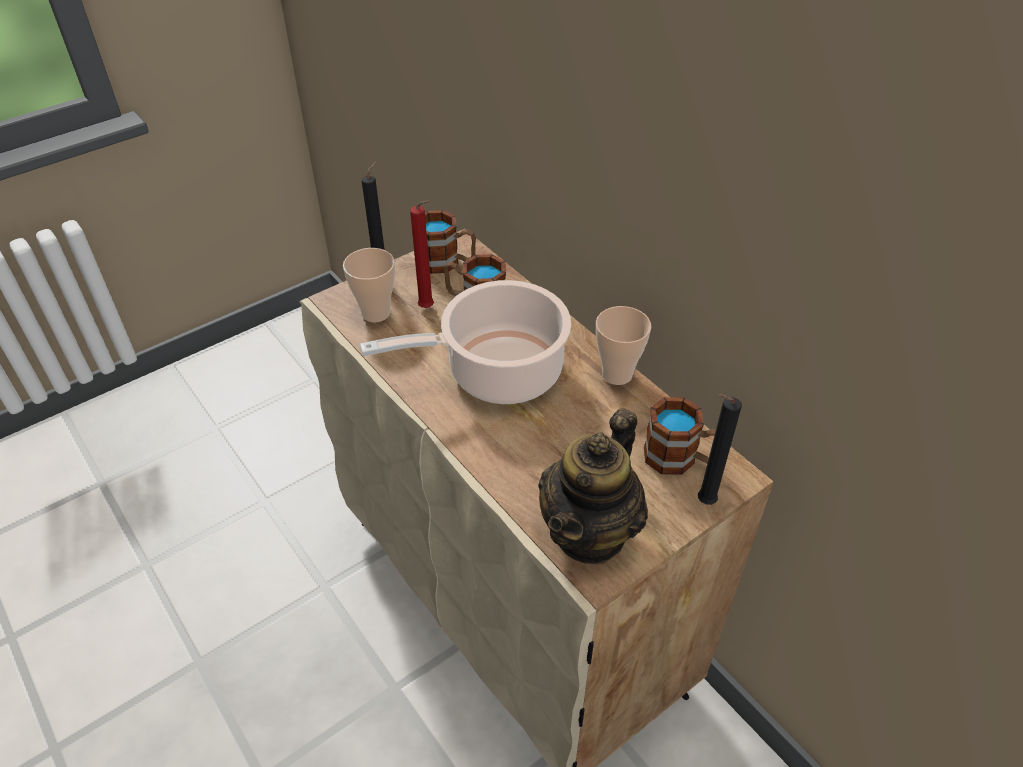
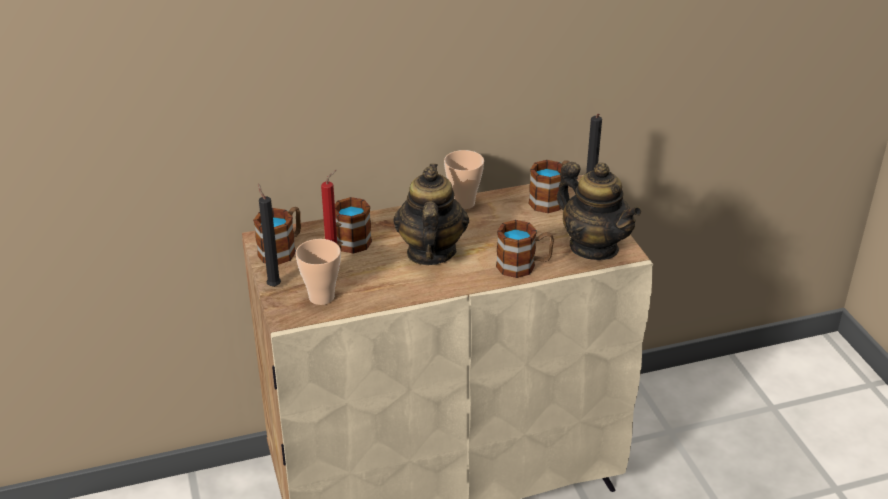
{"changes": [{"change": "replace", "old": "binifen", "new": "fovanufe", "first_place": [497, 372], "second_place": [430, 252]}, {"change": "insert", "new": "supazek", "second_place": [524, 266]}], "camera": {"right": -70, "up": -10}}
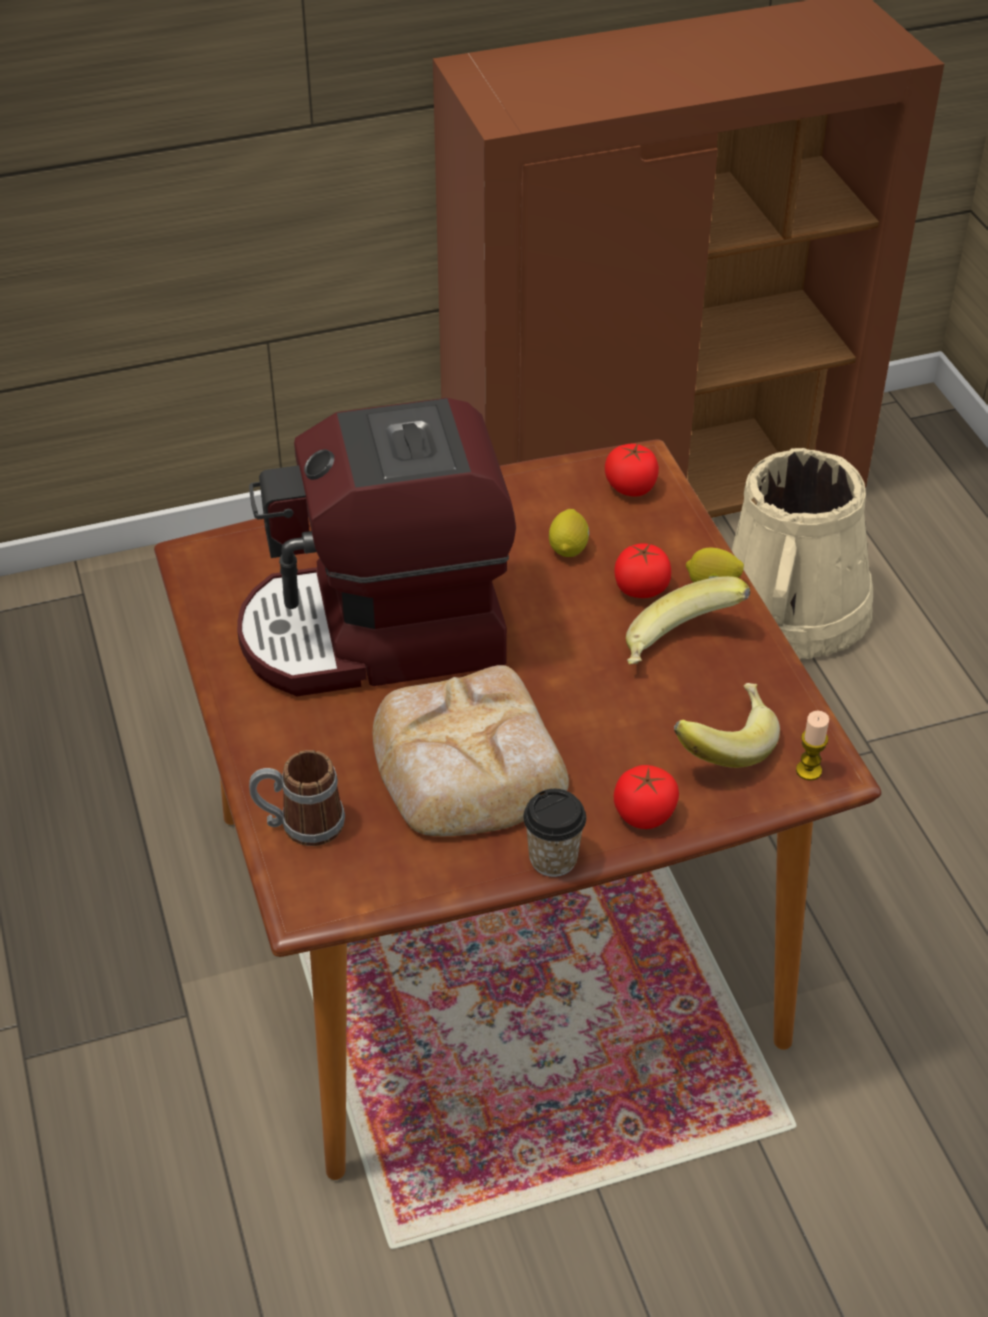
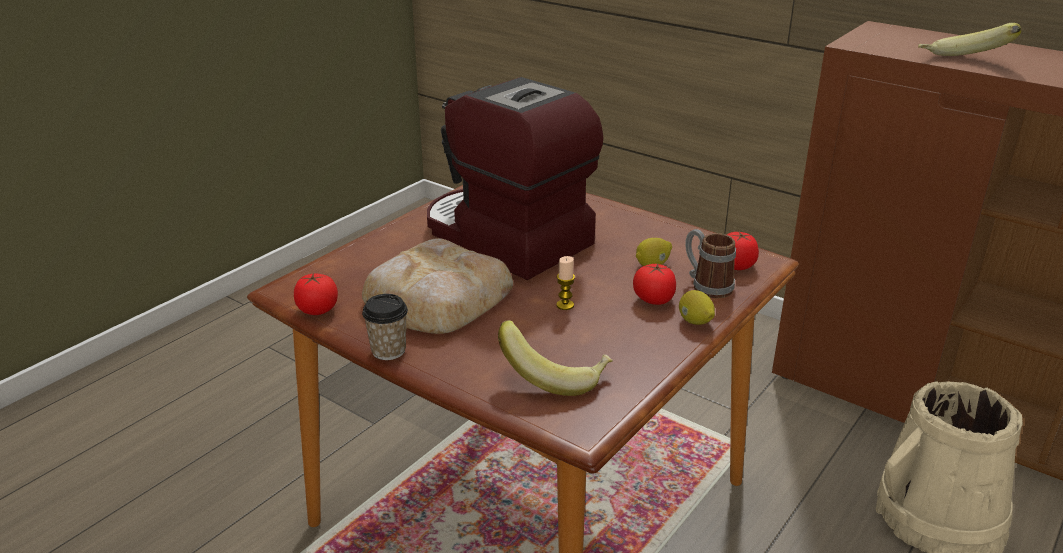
{"changes": [{"change": "move", "old": "supazek", "first_place": [300, 824], "second_place": [706, 285]}, {"change": "move", "old": "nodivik", "first_place": [644, 814], "second_place": [318, 309]}, {"change": "move", "old": "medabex", "first_place": [680, 648], "second_place": [962, 62]}, {"change": "move", "old": "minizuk", "first_place": [808, 770], "second_place": [565, 305]}], "camera": {"right": 55, "up": -15}}
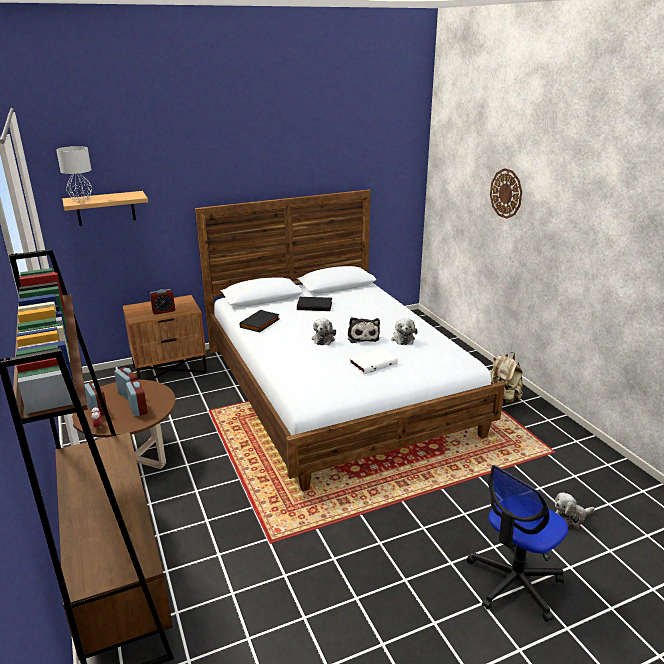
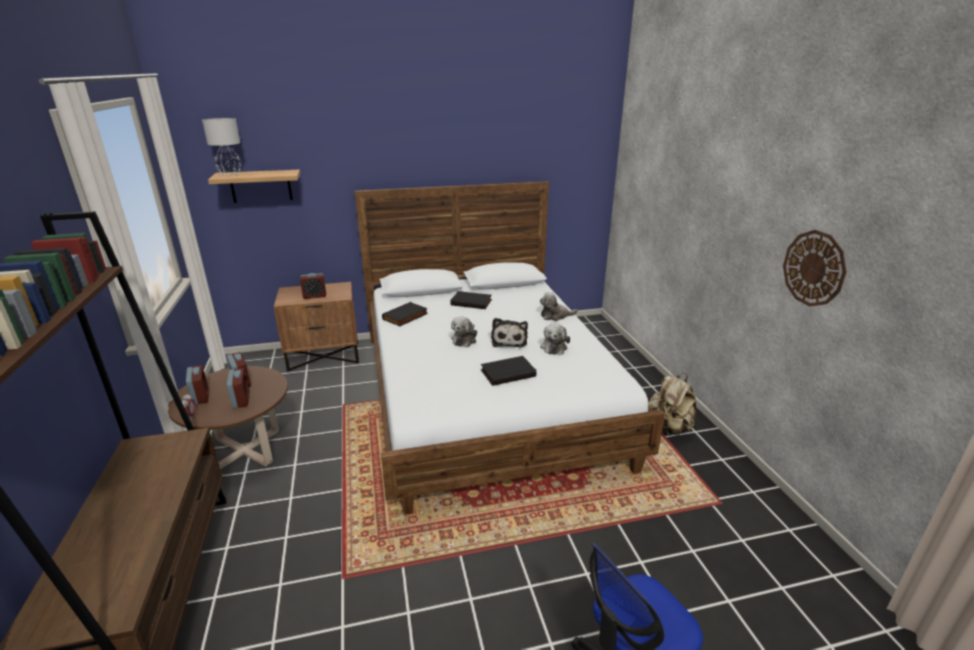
{"changes": [{"change": "recolor", "old": "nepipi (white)", "new": "nepipi (black)", "first_place": [372, 363], "second_place": [508, 372]}, {"change": "move", "old": "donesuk", "first_place": [506, 193], "second_place": [814, 268]}, {"change": "move", "old": "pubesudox", "first_place": [570, 518], "second_place": [555, 316]}], "camera": {"right": 10, "up": 0}}
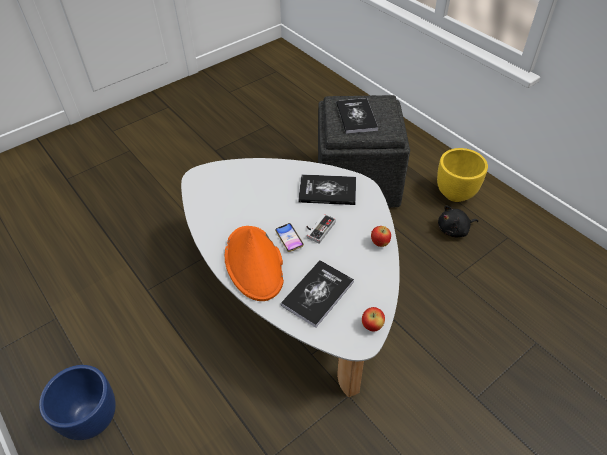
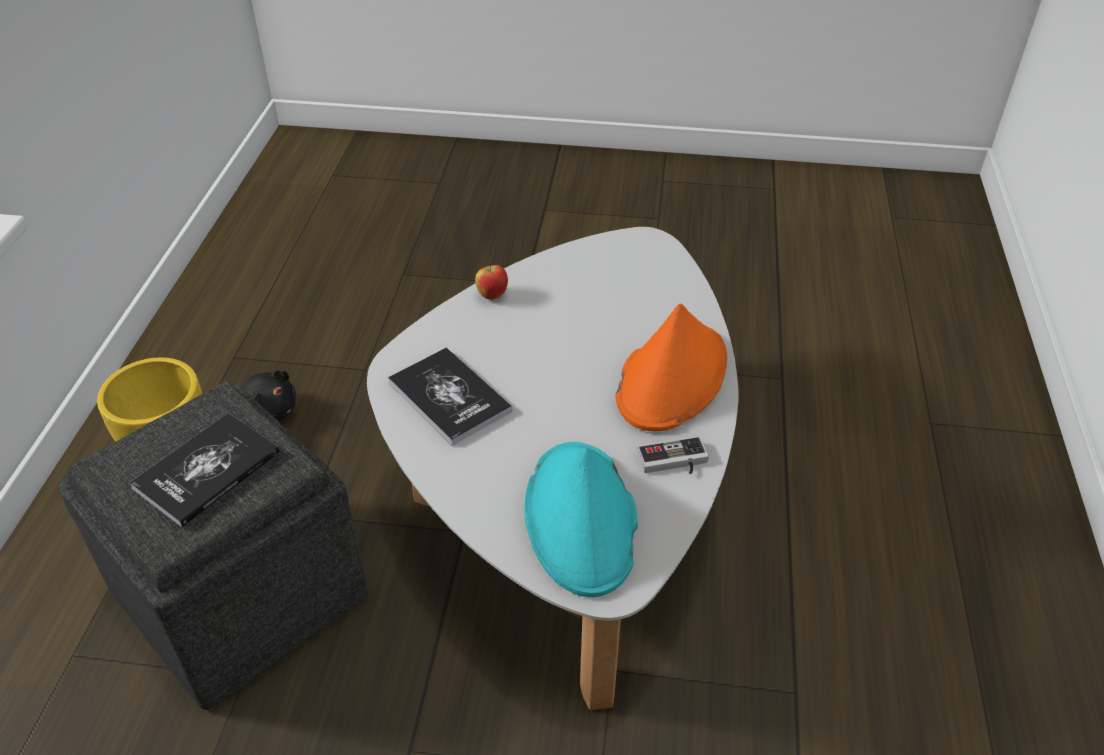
{"changes": [{"change": "delete", "old": "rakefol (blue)", "first_place": [91, 419]}, {"change": "delete", "old": "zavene", "first_place": [289, 239]}, {"change": "delete", "old": "nepipi", "first_place": [317, 293]}, {"change": "move", "old": "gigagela", "first_place": [318, 229], "second_place": [673, 463]}, {"change": "delete", "old": "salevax", "first_place": [372, 326]}, {"change": "insert", "new": "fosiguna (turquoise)", "second_place": [581, 519]}], "camera": {"right": -135, "up": -5}}
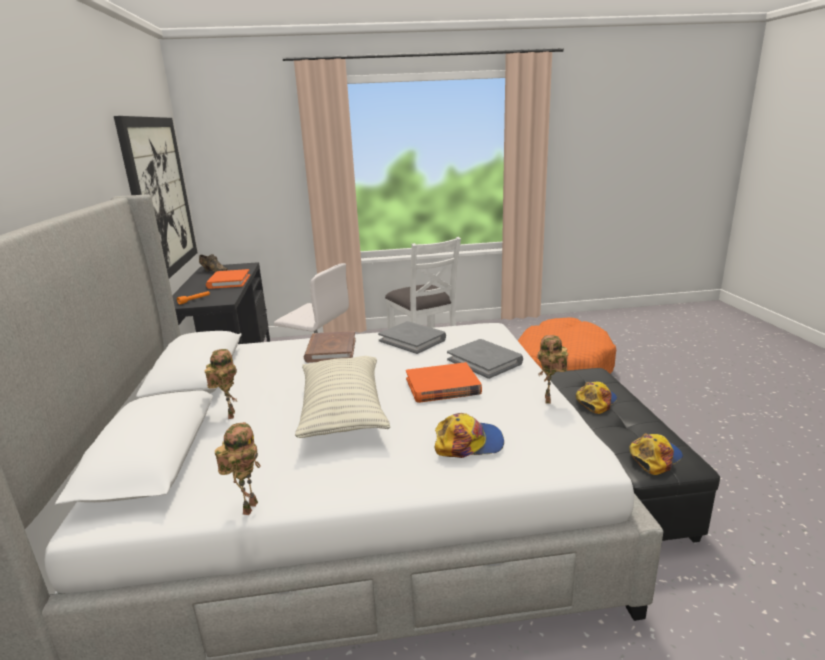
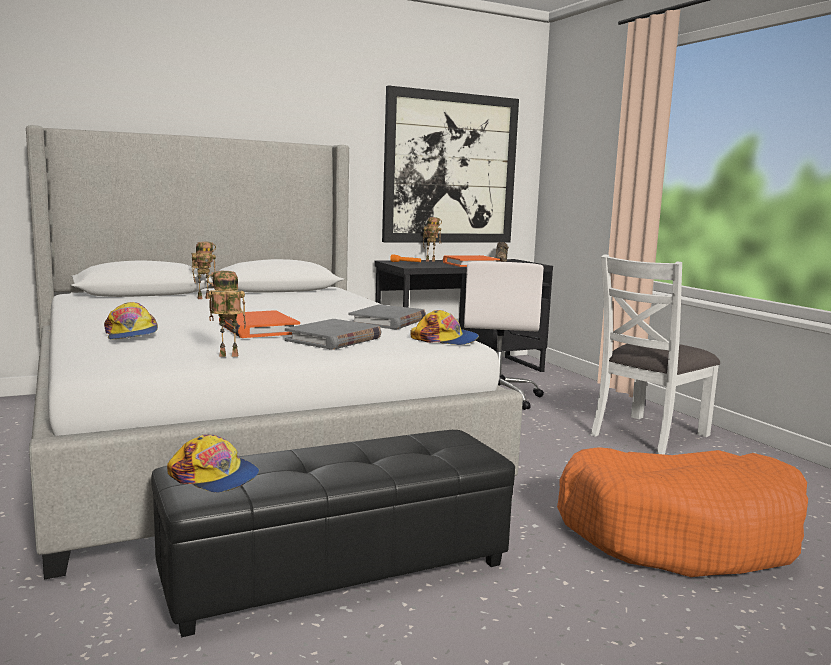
{"changes": [{"change": "move", "old": "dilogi", "first_place": [249, 507], "second_place": [431, 261]}, {"change": "delete", "old": "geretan", "first_place": [343, 412]}, {"change": "delete", "old": "nepipi (brown)", "first_place": [331, 350]}, {"change": "move", "old": "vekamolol", "first_place": [595, 401], "second_place": [445, 339]}], "camera": {"right": 70, "up": -10}}
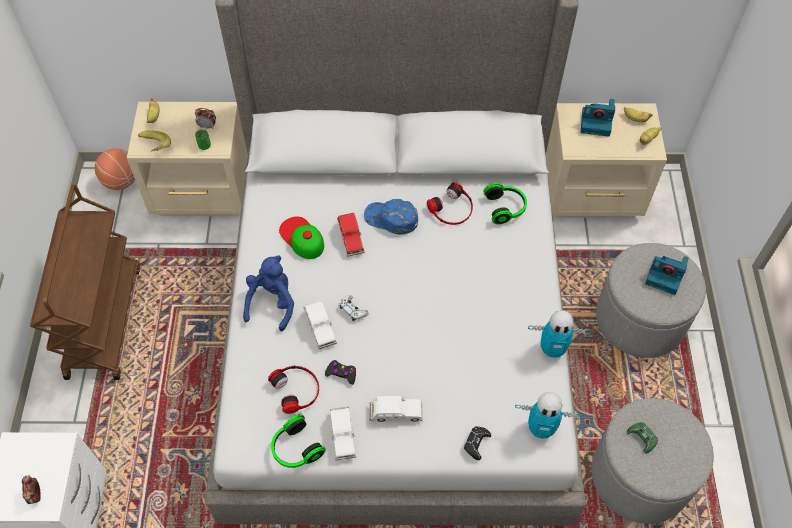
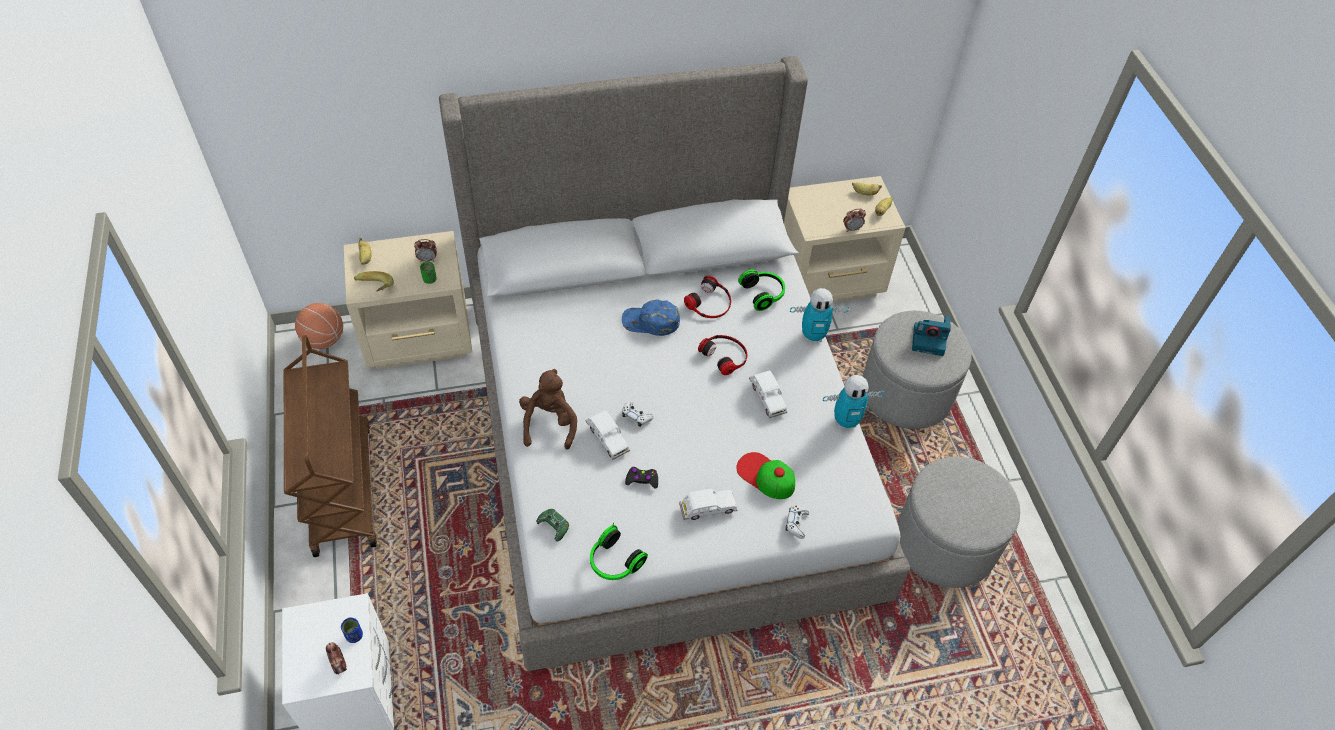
{"changes": [{"change": "recolor", "old": "pubesudox (blue)", "new": "pubesudox (brown)", "first_place": [272, 302], "second_place": [549, 423]}, {"change": "move", "old": "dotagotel", "first_place": [296, 389], "second_place": [725, 355]}, {"change": "move", "old": "vekamolol", "first_place": [302, 238], "second_place": [765, 476]}, {"change": "move", "old": "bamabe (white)", "first_place": [342, 435], "second_place": [767, 398]}, {"change": "delete", "old": "bamabe (red)", "first_place": [350, 237]}, {"change": "recolor", "old": "gigagela (black)", "new": "gigagela (white)", "first_place": [476, 444], "second_place": [796, 523]}, {"change": "move", "old": "dilogi", "first_place": [541, 429], "second_place": [813, 336]}, {"change": "delete", "old": "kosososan", "first_place": [596, 122]}, {"change": "move", "old": "gigagela (green)", "first_place": [642, 438], "second_place": [554, 526]}, {"change": "insert", "new": "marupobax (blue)", "second_place": [354, 635]}, {"change": "insert", "new": "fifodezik", "second_place": [852, 229]}], "camera": {"right": -15, "up": -5}}
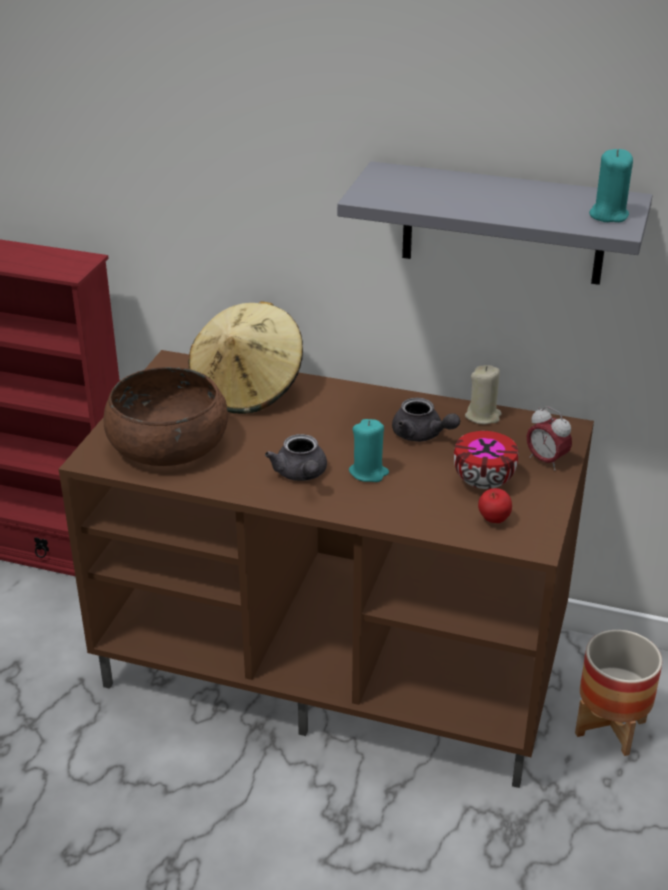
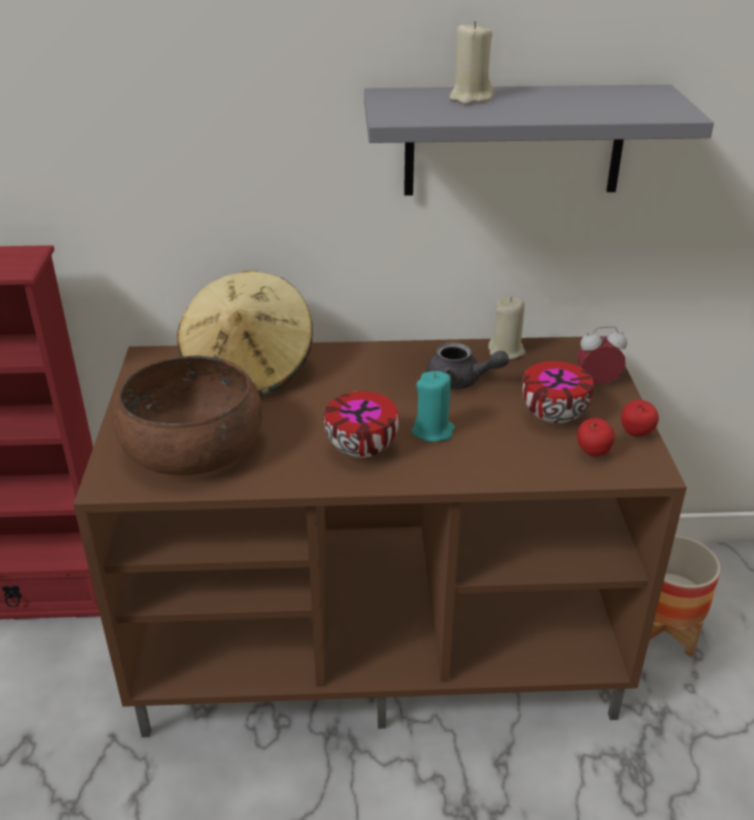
{"changes": [{"change": "replace", "old": "fovanufe (grey)", "new": "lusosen", "first_place": [301, 475], "second_place": [363, 449]}, {"change": "rotate", "old": "fifodezik", "first_place": [546, 461], "second_place": [597, 383], "degrees": 150}, {"change": "delete", "old": "minizuk (turquoise)", "first_place": [608, 215]}, {"change": "insert", "new": "minizuk (beige)", "second_place": [470, 98]}, {"change": "insert", "new": "salevax", "second_place": [636, 435]}], "camera": {"right": -20, "up": 0}}
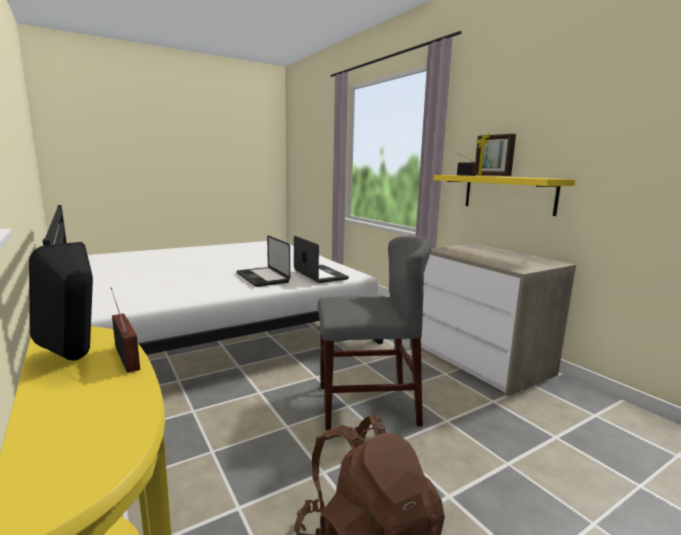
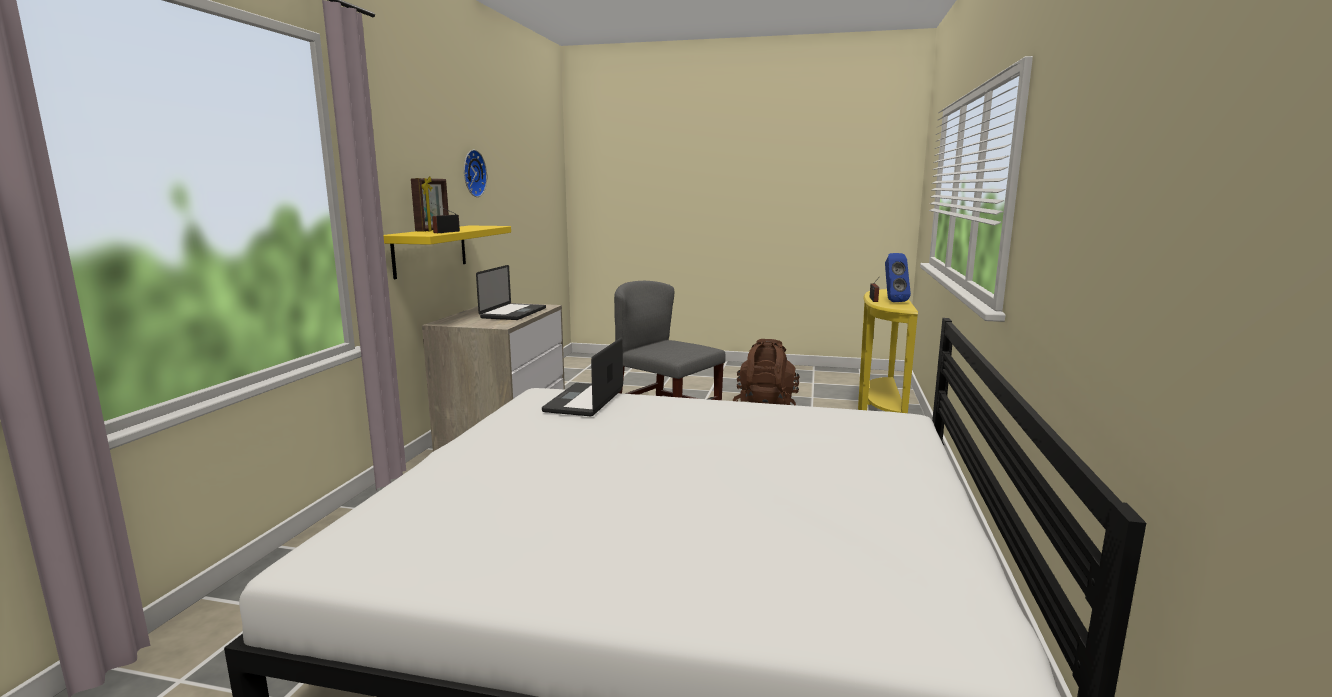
{"changes": [{"change": "recolor", "old": "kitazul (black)", "new": "kitazul (blue)", "first_place": [75, 359], "second_place": [893, 301]}, {"change": "move", "old": "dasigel", "first_place": [262, 278], "second_place": [513, 313]}, {"change": "insert", "new": "donesuk", "second_place": [472, 173]}], "camera": {"right": -135, "up": 0}}
